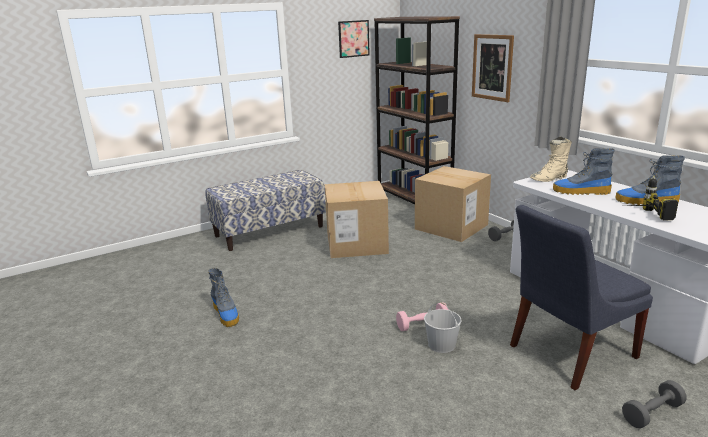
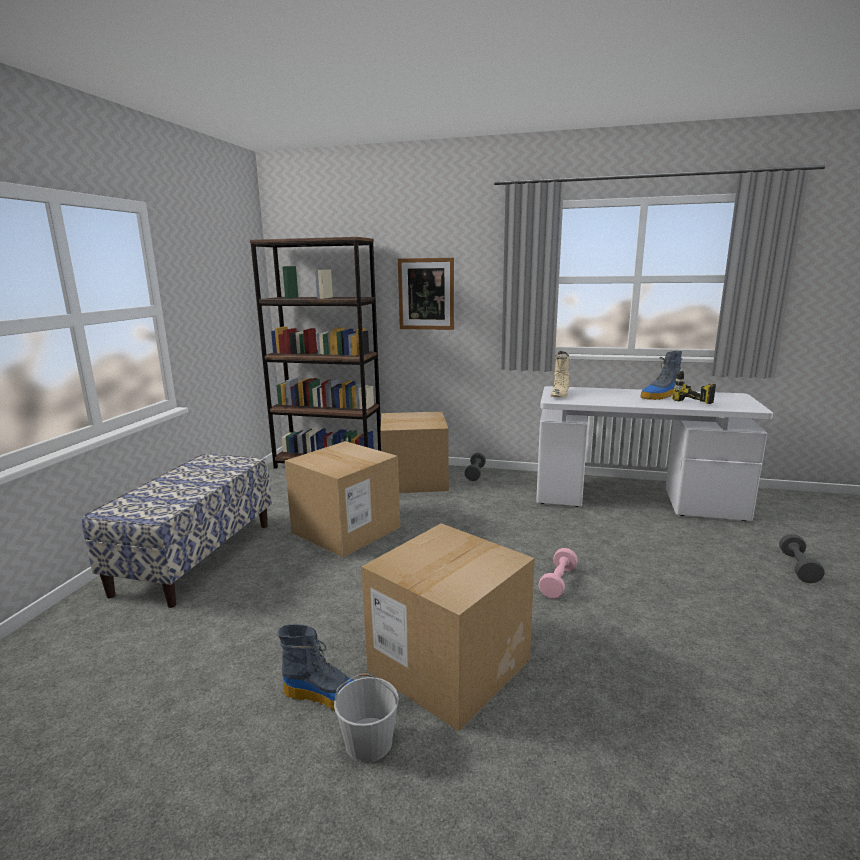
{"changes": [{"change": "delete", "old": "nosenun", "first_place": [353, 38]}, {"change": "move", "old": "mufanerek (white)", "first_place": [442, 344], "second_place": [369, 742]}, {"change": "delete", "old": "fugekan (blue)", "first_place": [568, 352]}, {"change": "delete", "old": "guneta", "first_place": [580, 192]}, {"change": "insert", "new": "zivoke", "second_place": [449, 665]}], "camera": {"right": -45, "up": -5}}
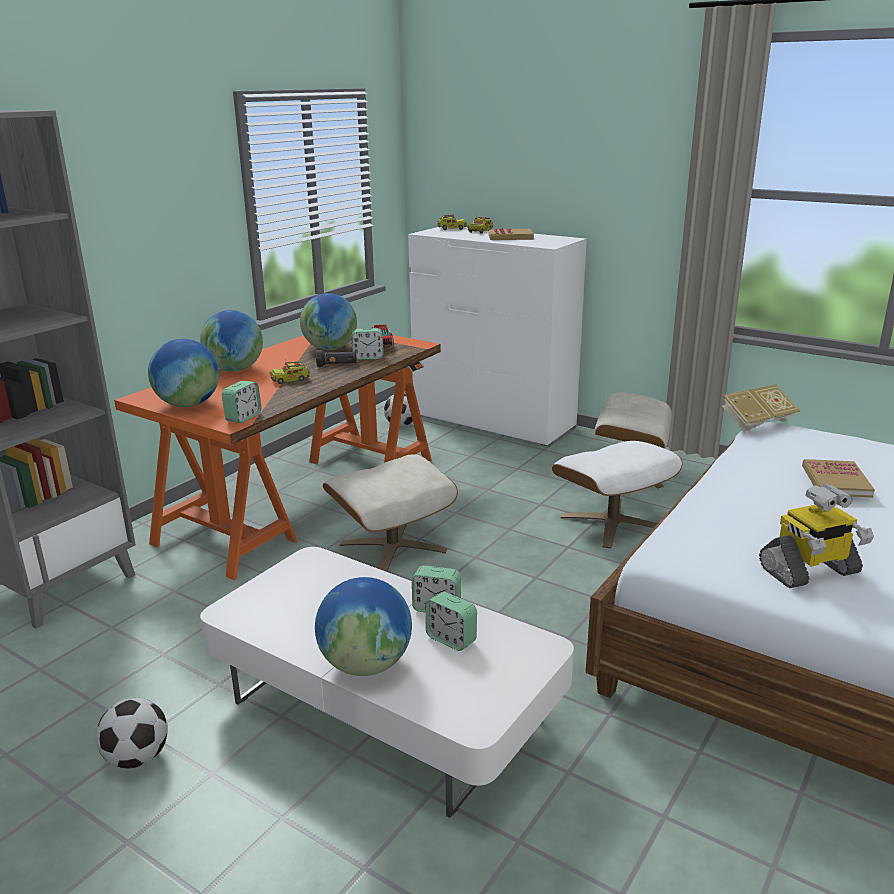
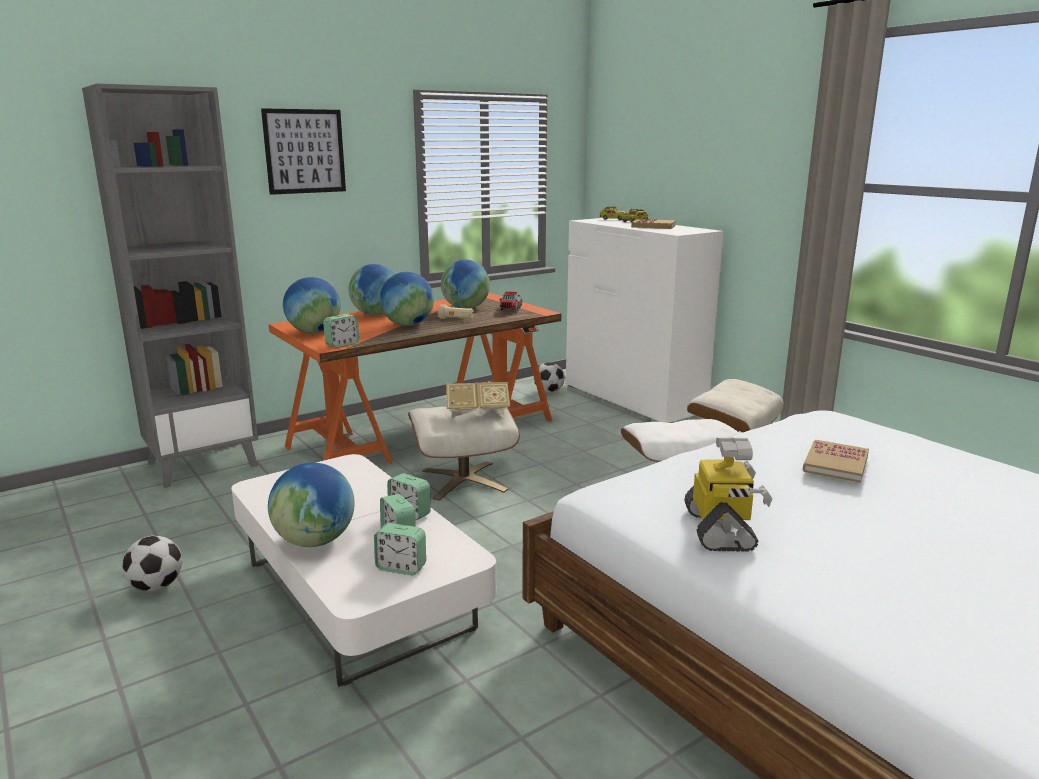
{"changes": [{"change": "replace", "old": "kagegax", "new": "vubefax", "first_place": [290, 380], "second_place": [408, 325]}, {"change": "recolor", "old": "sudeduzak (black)", "new": "sudeduzak (beige)", "first_place": [337, 365], "second_place": [456, 319]}, {"change": "move", "old": "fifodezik", "first_place": [368, 357], "second_place": [401, 567]}, {"change": "move", "old": "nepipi", "first_place": [756, 422], "second_place": [477, 412]}, {"change": "rotate", "old": "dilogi", "first_place": [809, 571], "second_place": [720, 530], "degrees": -90}, {"change": "insert", "new": "nosenun", "second_place": [304, 151]}], "camera": {"right": 20, "up": -5}}
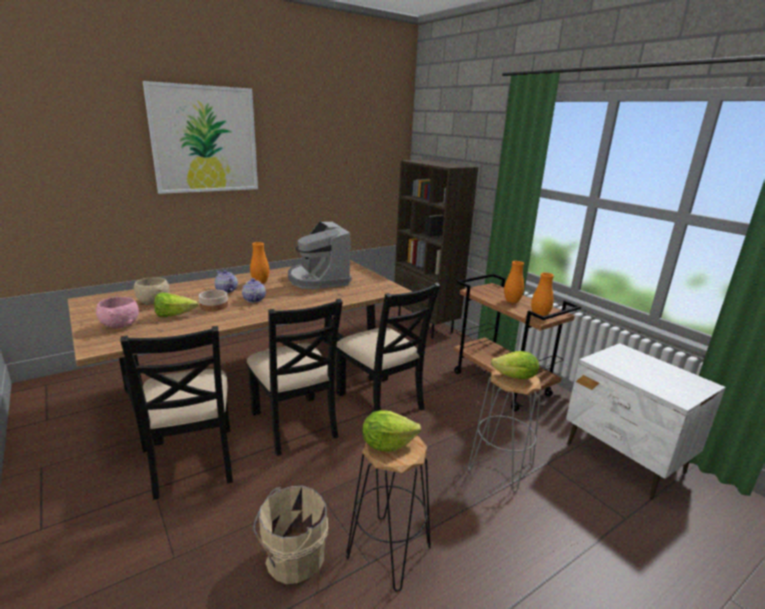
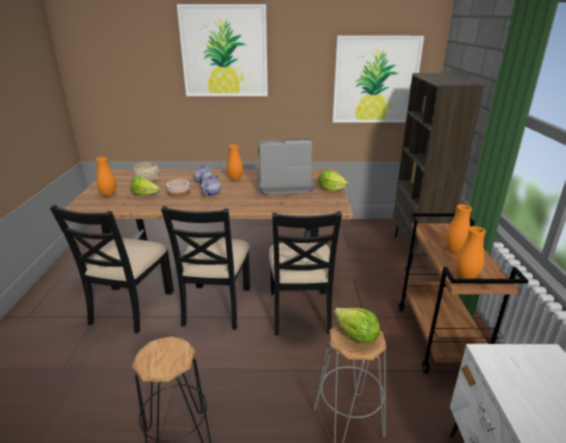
{"changes": [{"change": "replace", "old": "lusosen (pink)", "new": "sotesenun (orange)", "first_place": [121, 325], "second_place": [108, 195]}, {"change": "delete", "old": "mufanerek (beige)", "first_place": [292, 558]}, {"change": "rotate", "old": "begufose", "first_place": [318, 279], "second_place": [283, 185], "degrees": 75}, {"change": "move", "old": "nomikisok", "first_place": [387, 444], "second_place": [331, 189]}, {"change": "insert", "new": "nosenun", "second_place": [375, 80]}], "camera": {"right": 35, "up": 5}}
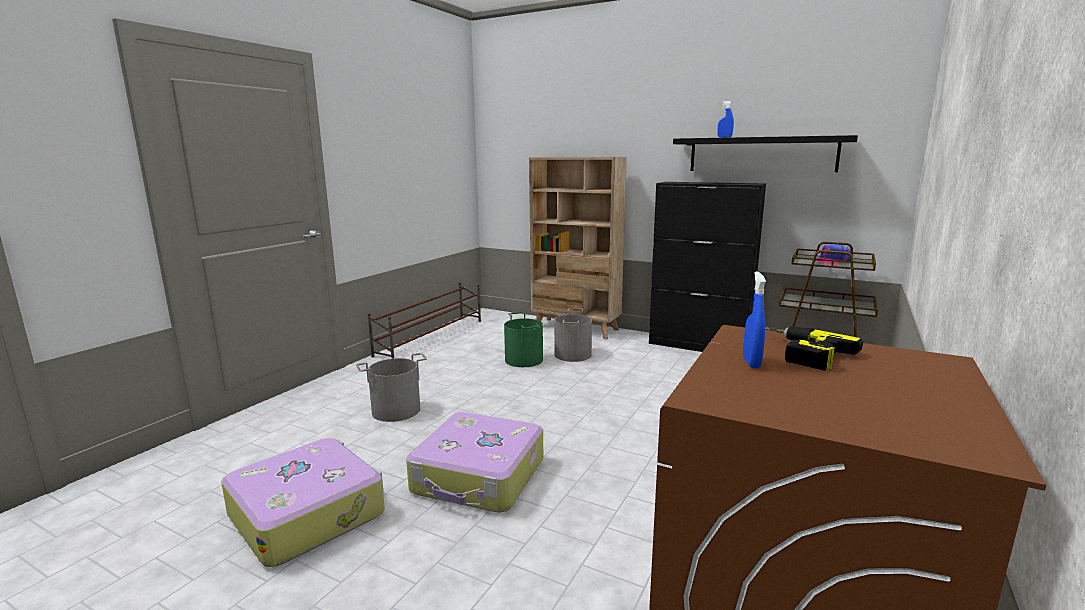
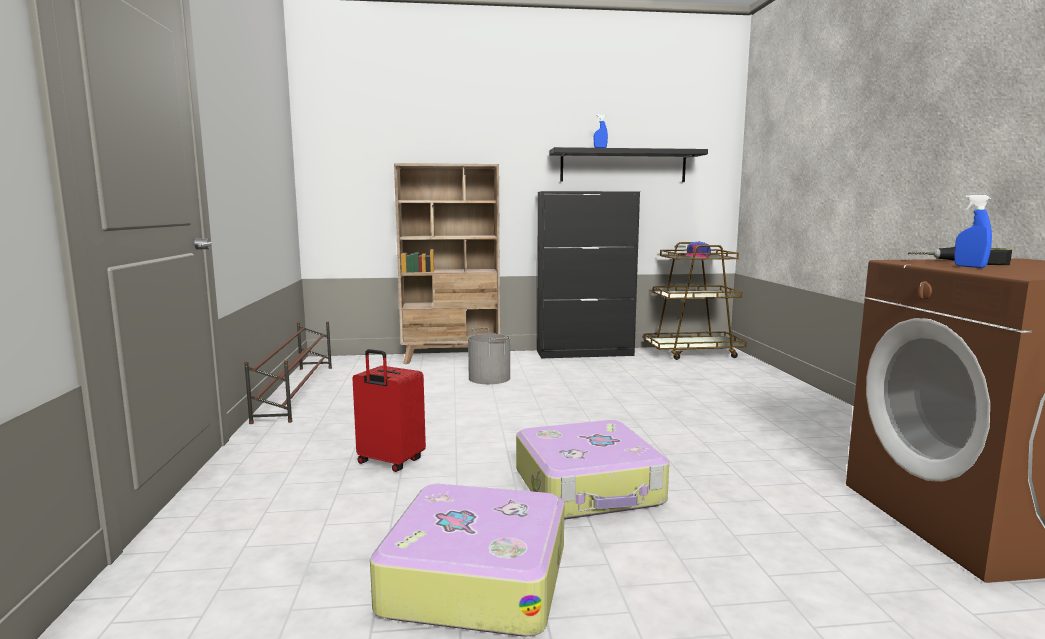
{"changes": [{"change": "replace", "old": "mufanerek (grey)", "new": "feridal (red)", "first_place": [396, 410], "second_place": [389, 462]}, {"change": "delete", "old": "mufanerek (green)", "first_place": [524, 360]}], "camera": {"right": -35, "up": -5}}
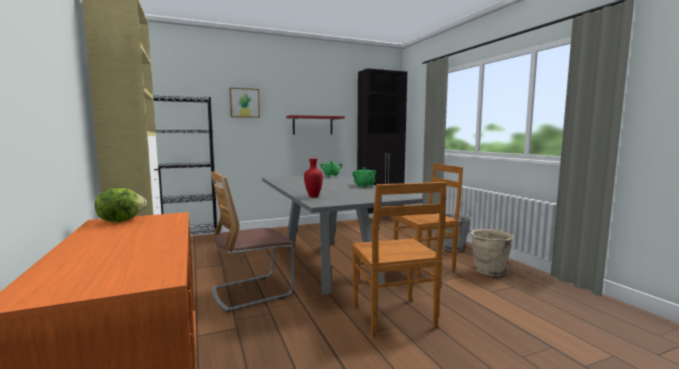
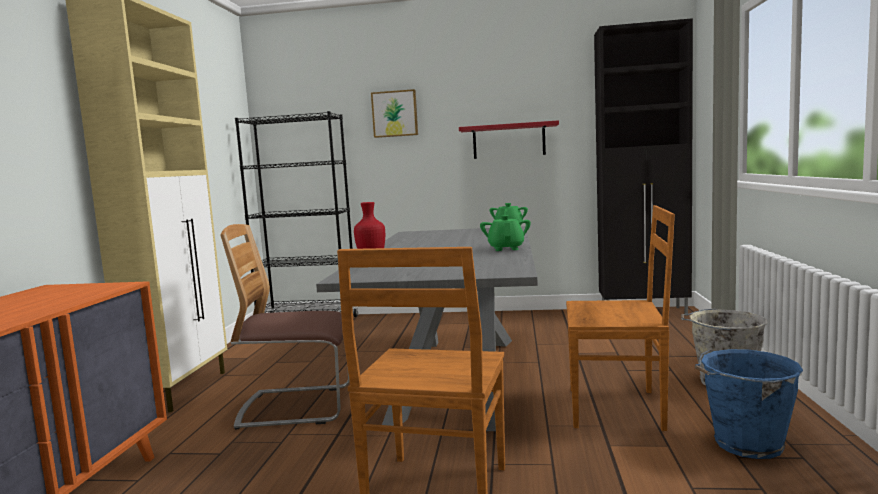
{"changes": [{"change": "delete", "old": "nomikisok", "first_place": [120, 221]}, {"change": "recolor", "old": "mufanerek (beige)", "new": "mufanerek (blue)", "first_place": [488, 271], "second_place": [745, 444]}], "camera": {"right": 30, "up": 0}}
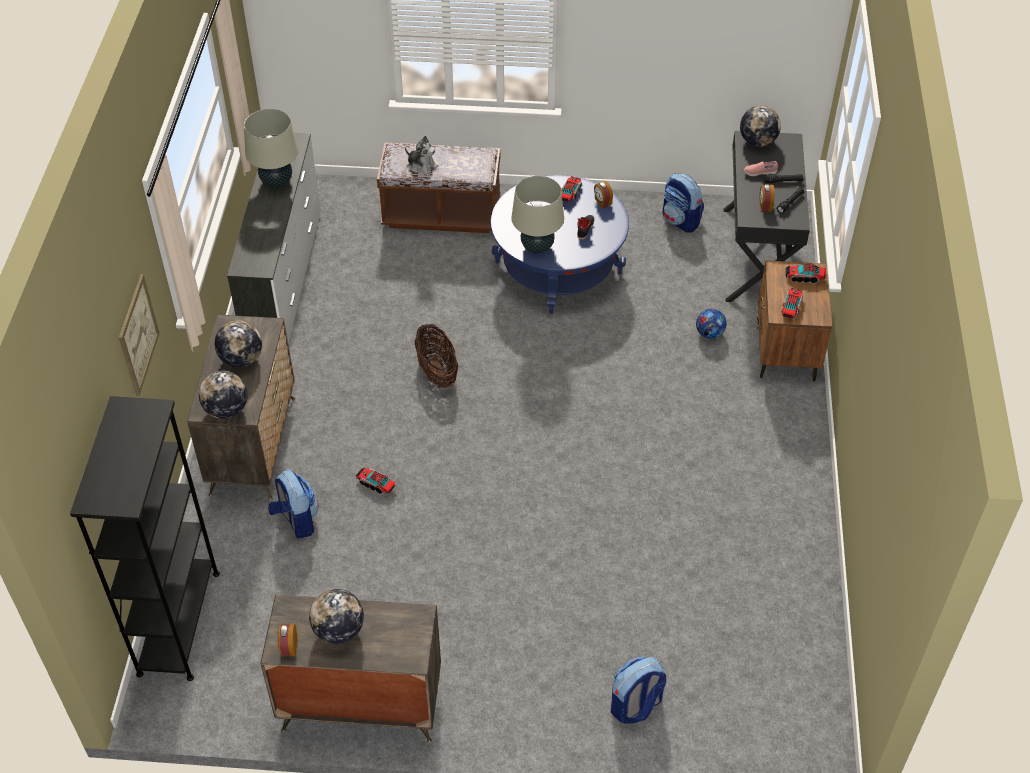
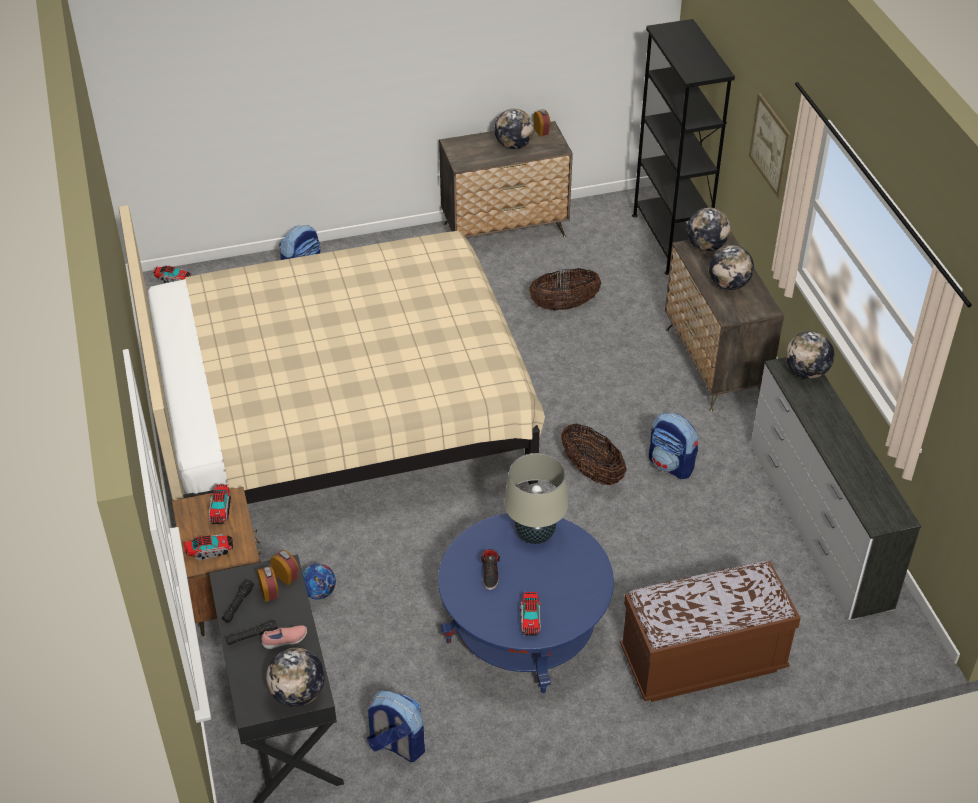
{"changes": [{"change": "delete", "old": "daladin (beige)", "first_place": [276, 182]}, {"change": "move", "old": "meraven", "first_place": [296, 520], "second_place": [671, 465]}, {"change": "move", "old": "kagegax", "first_place": [376, 484], "second_place": [173, 279]}, {"change": "delete", "old": "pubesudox", "first_place": [422, 166]}, {"change": "move", "old": "fifodezik", "first_place": [602, 202], "second_place": [286, 575]}, {"change": "insert", "new": "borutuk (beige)", "second_place": [337, 415]}, {"change": "insert", "new": "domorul", "second_place": [564, 305]}, {"change": "insert", "new": "vubefax", "second_place": [806, 372]}], "camera": {"right": 160, "up": -5}}
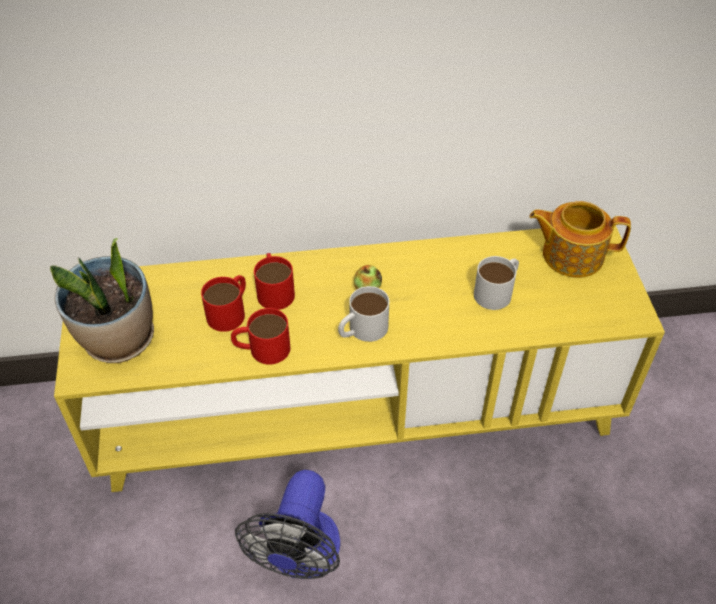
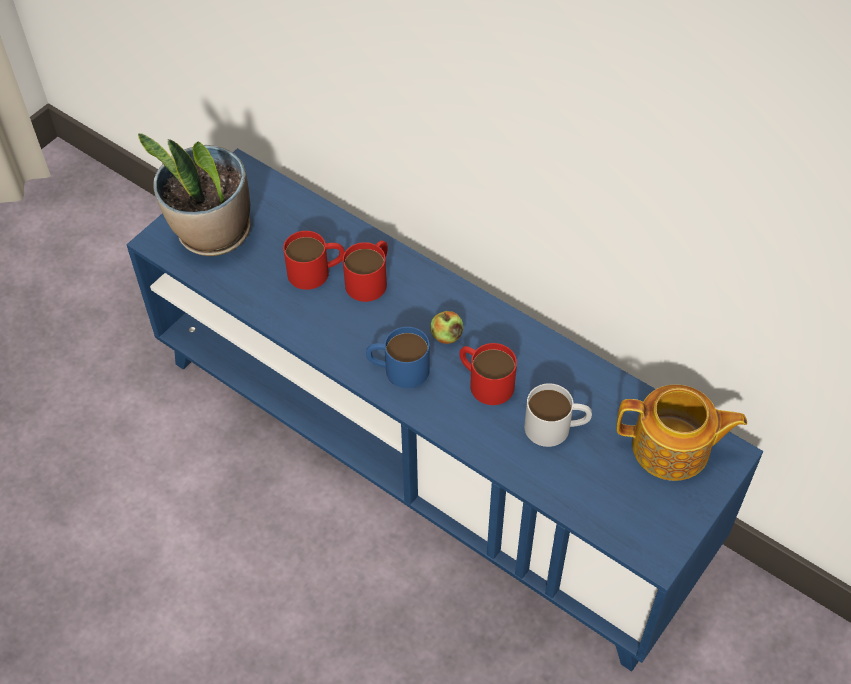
{"changes": [{"change": "recolor", "old": "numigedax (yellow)", "new": "numigedax (blue)", "first_place": [358, 411], "second_place": [426, 456]}, {"change": "move", "old": "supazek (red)", "first_place": [261, 349], "second_place": [484, 381]}, {"change": "delete", "old": "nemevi", "first_place": [300, 557]}, {"change": "recolor", "old": "supazek (white)", "new": "supazek (blue)", "first_place": [362, 330], "second_place": [398, 368]}, {"change": "rotate", "old": "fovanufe", "first_place": [571, 254], "second_place": [672, 448], "degrees": 135}], "camera": {"right": 45, "up": 5}}
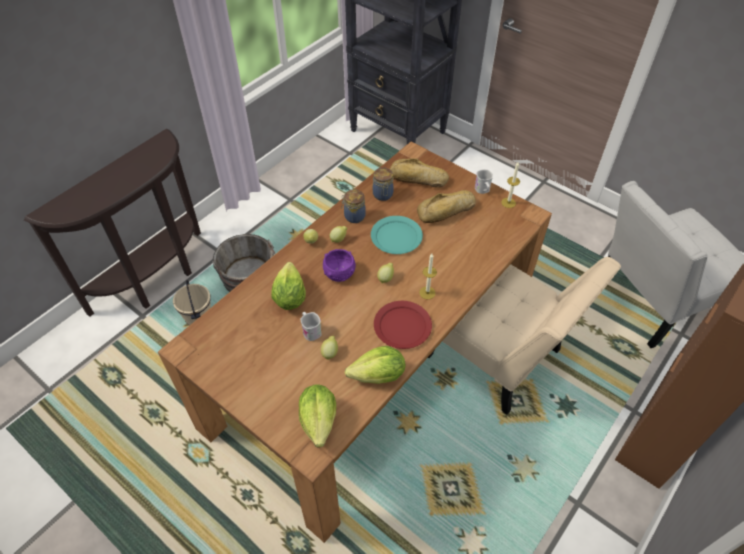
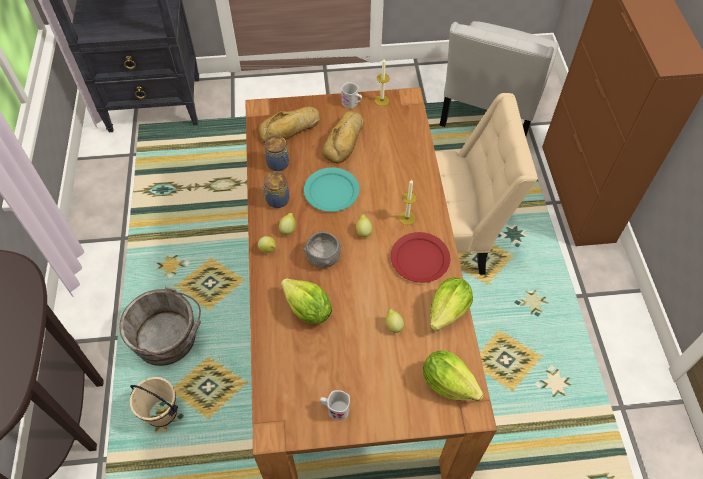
{"changes": [{"change": "move", "old": "supazek (white)", "first_place": [310, 330], "second_place": [335, 409]}, {"change": "recolor", "old": "lusosen (purple)", "new": "lusosen (grey)", "first_place": [339, 273], "second_place": [323, 257]}], "camera": {"right": -45, "up": 5}}
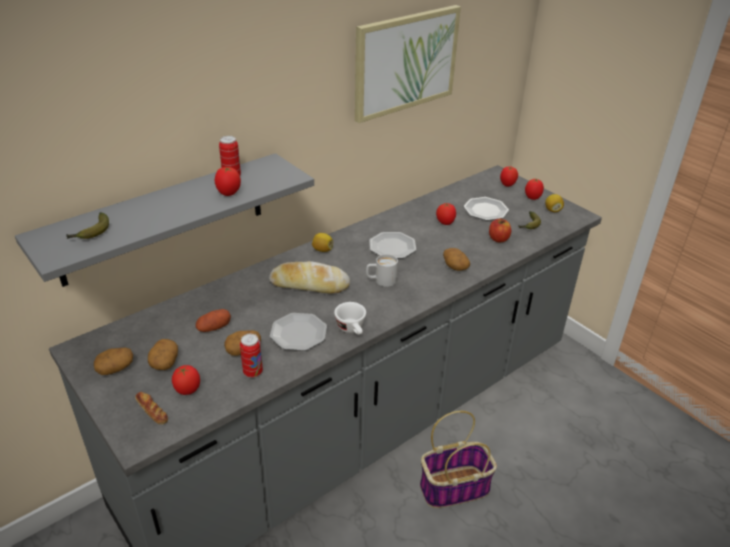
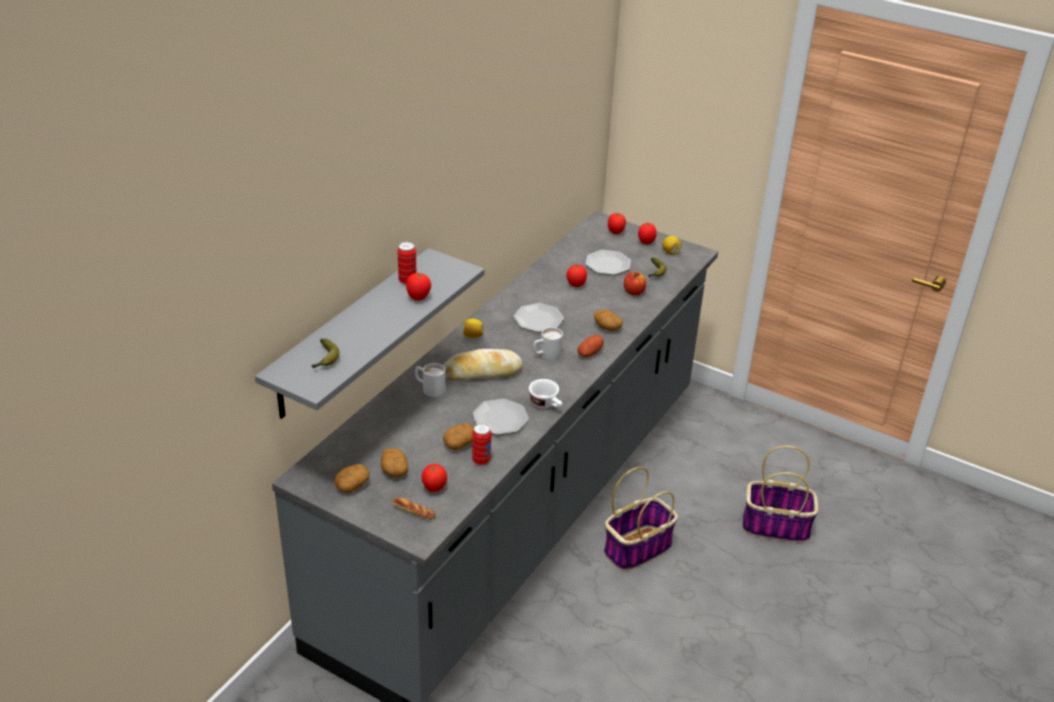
{"changes": [{"change": "move", "old": "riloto", "first_place": [214, 327], "second_place": [590, 353]}, {"change": "delete", "old": "nosenun", "first_place": [405, 62]}, {"change": "insert", "new": "supazek (white)", "second_place": [429, 388]}, {"change": "insert", "new": "domorul", "second_place": [776, 526]}], "camera": {"right": -20, "up": 0}}
